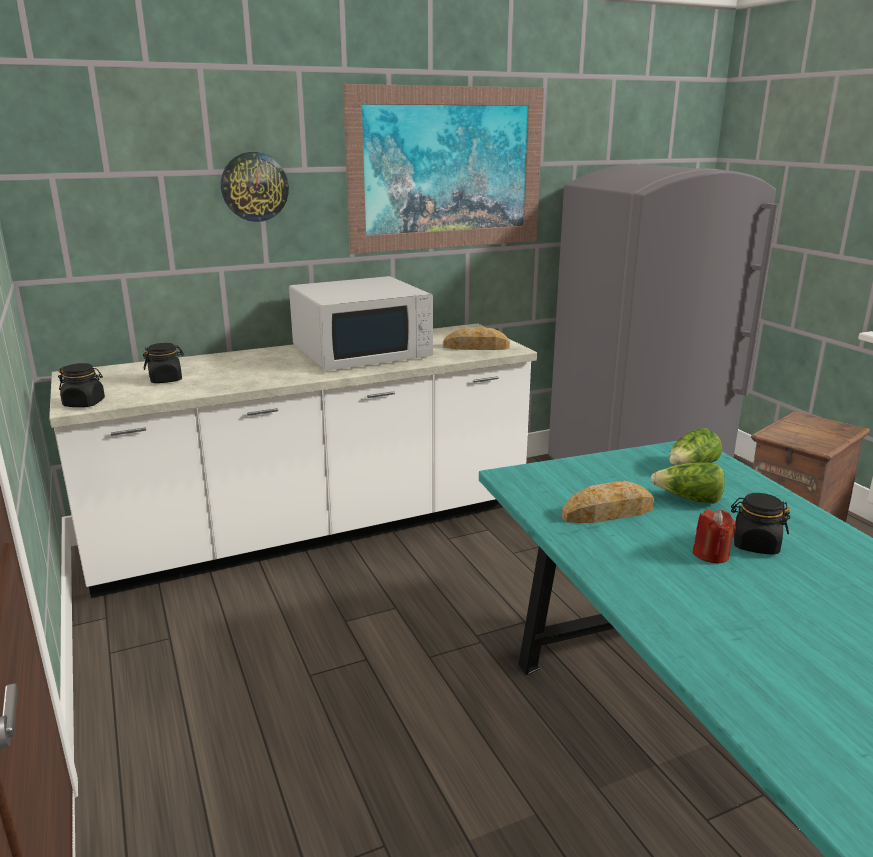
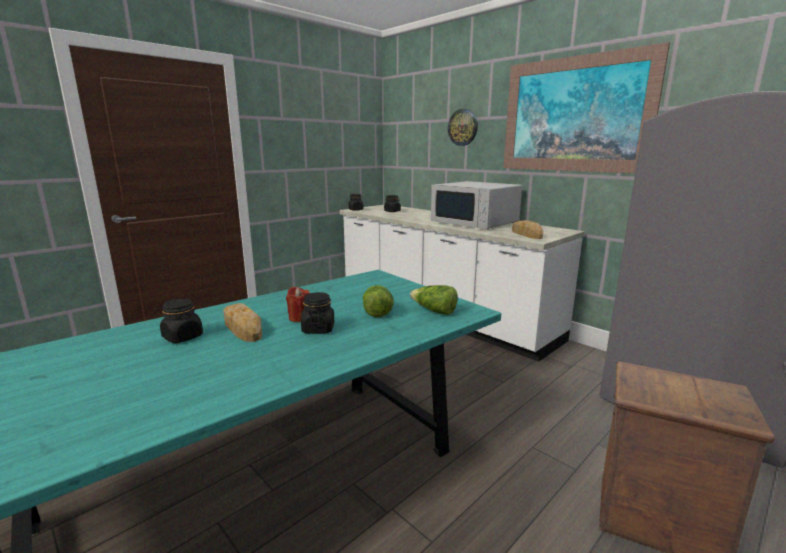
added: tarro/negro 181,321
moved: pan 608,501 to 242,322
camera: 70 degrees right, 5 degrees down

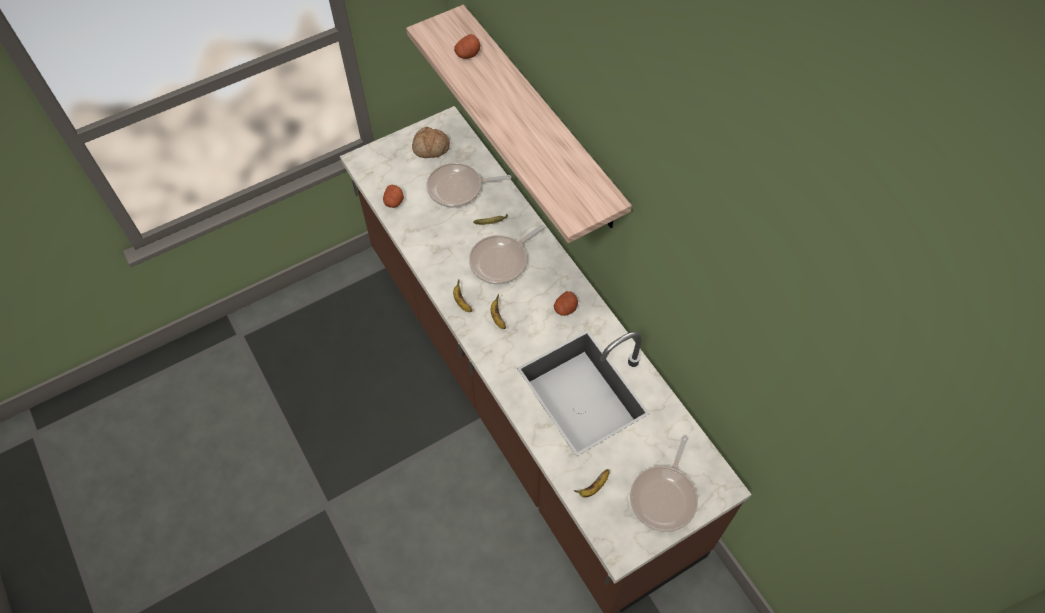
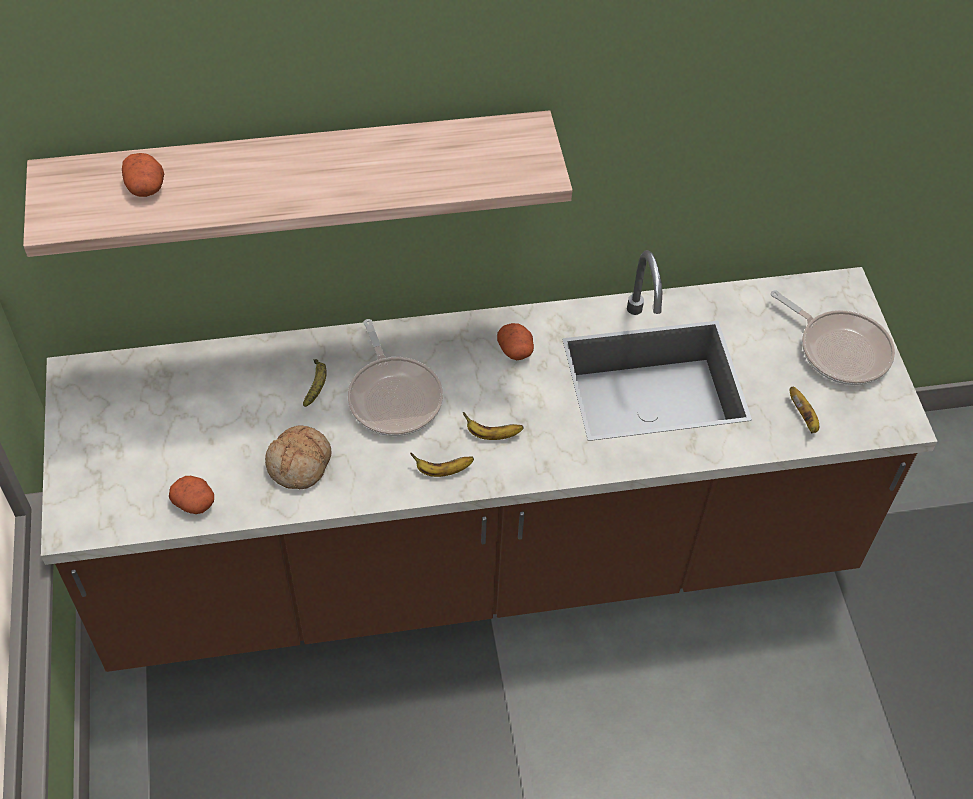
removed: sartén 469,185
moved: pan 431,142 to 298,457
camera: 70 degrees left, 5 degrees down

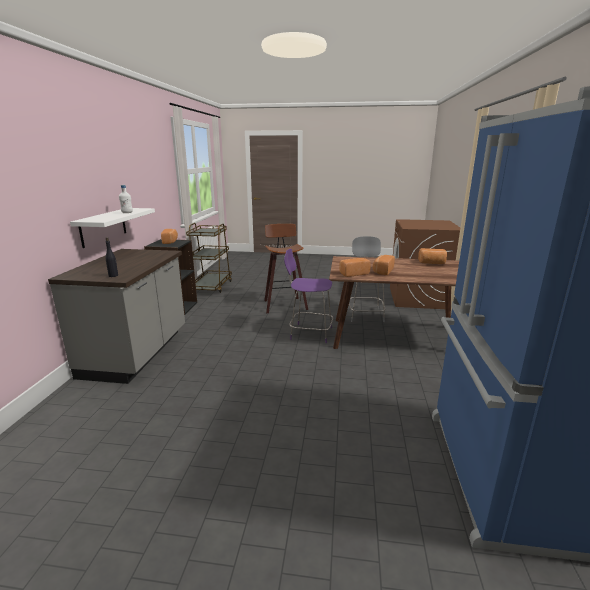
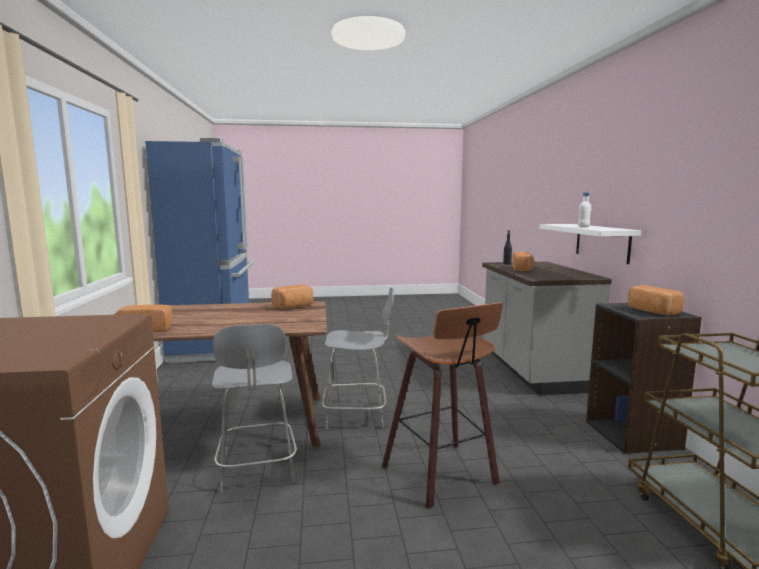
moved: pan 384,265 to 523,261
recoloured: silla/morado 309,296 to silla/gris 358,358
camera: 165 degrees right, 10 degrees down

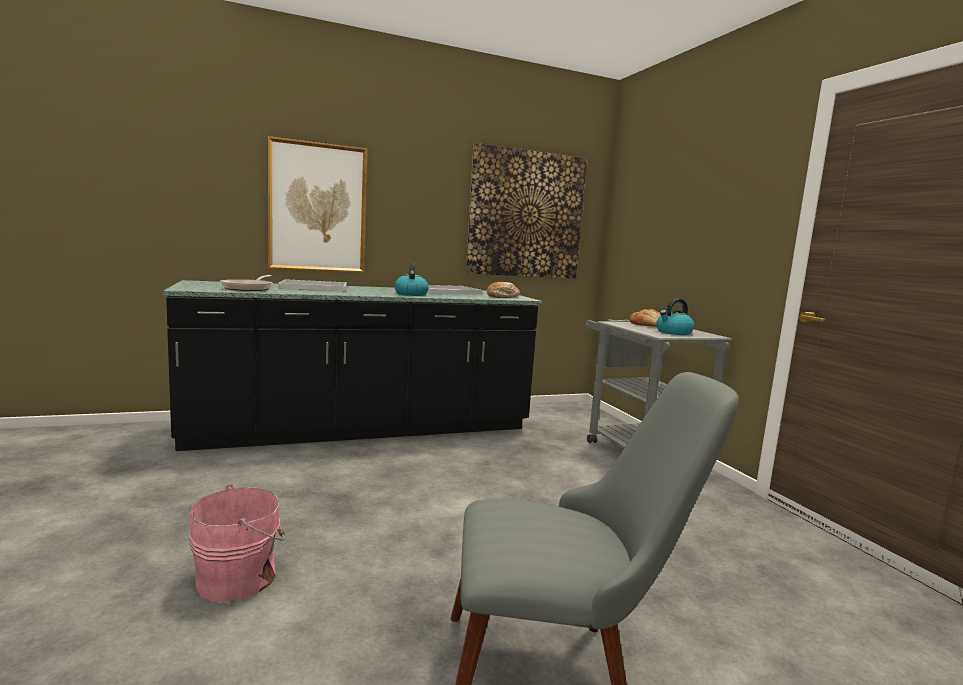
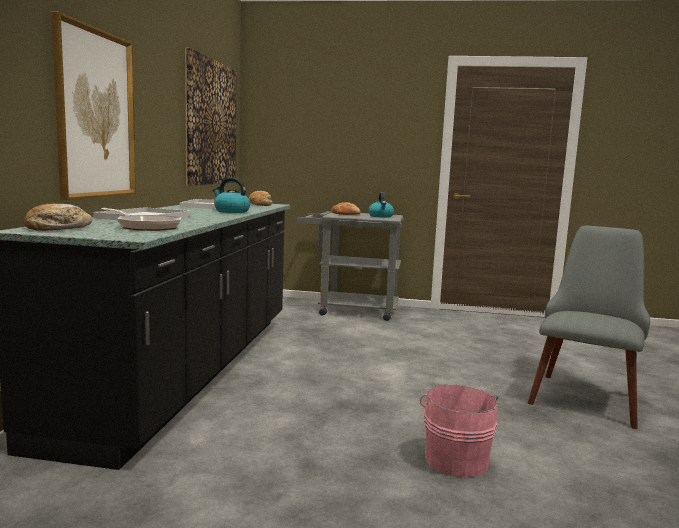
added: pan 58,217
camera: 60 degrees left, 0 degrees up

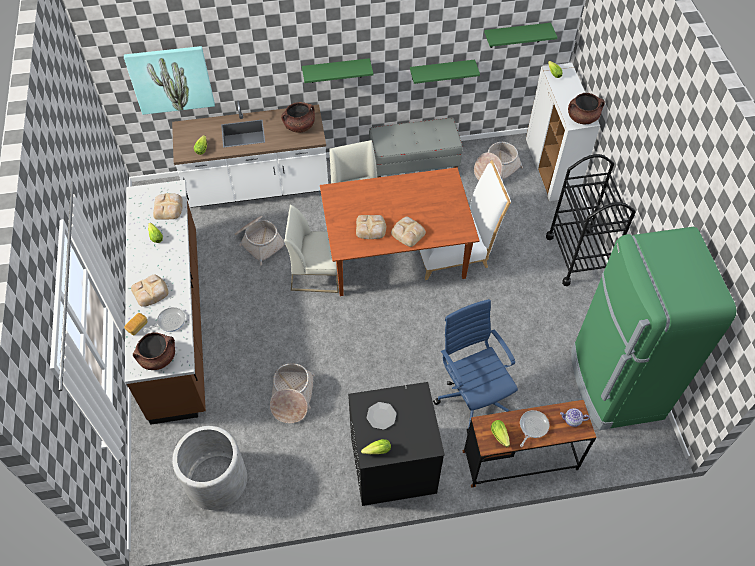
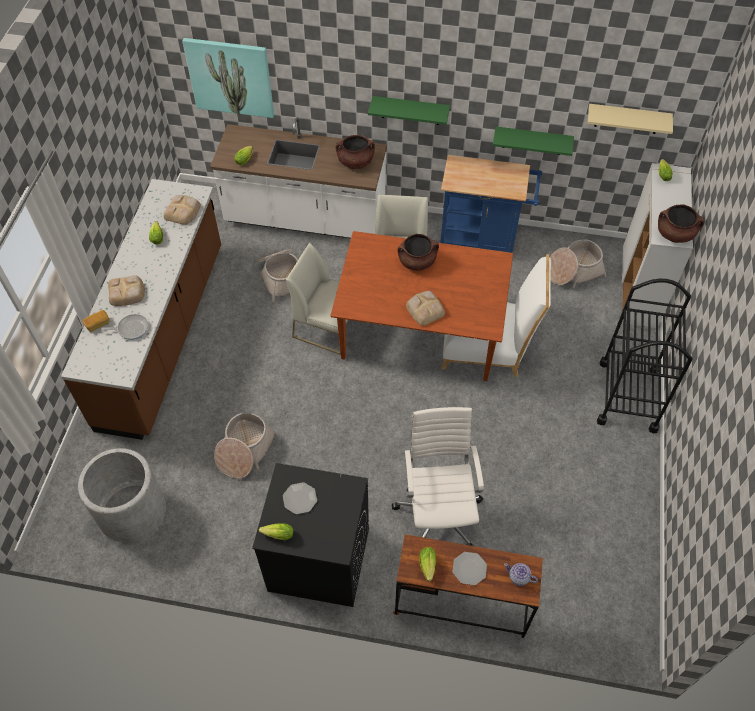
removed: pan 371,227; nevera/verde 654,328
moved: olla/marrón 154,351 to 418,252
replaced: banco/gris 416,148 to carrito/azul 491,204; sartén 534,428 to plato 470,568
recoloured: estante/verde 520,35 to estante/beis 630,119; silla de oficina/azul 475,367 to silla de oficina/blanco 438,476
camera: 20 degrees right, 0 degrees up

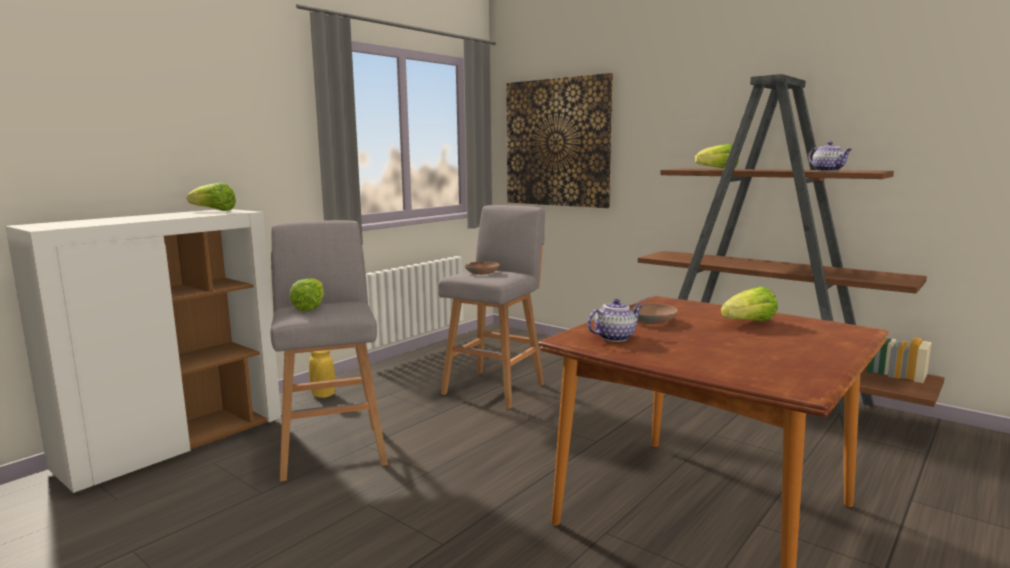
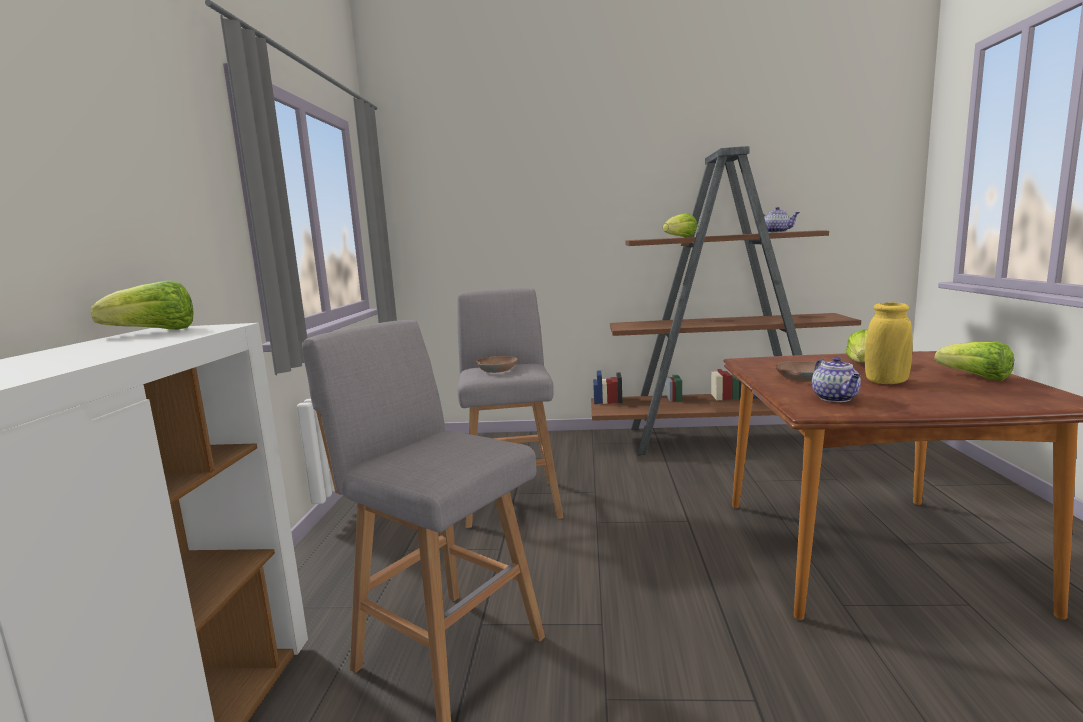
removed: cuadro 559,140
moved: lechuga 306,294 to 974,361; florero/amarillo 322,374 to 889,343
turned: tetera 614,320 = 836,379 150 degrees clockwise
camera: 35 degrees left, 0 degrees up

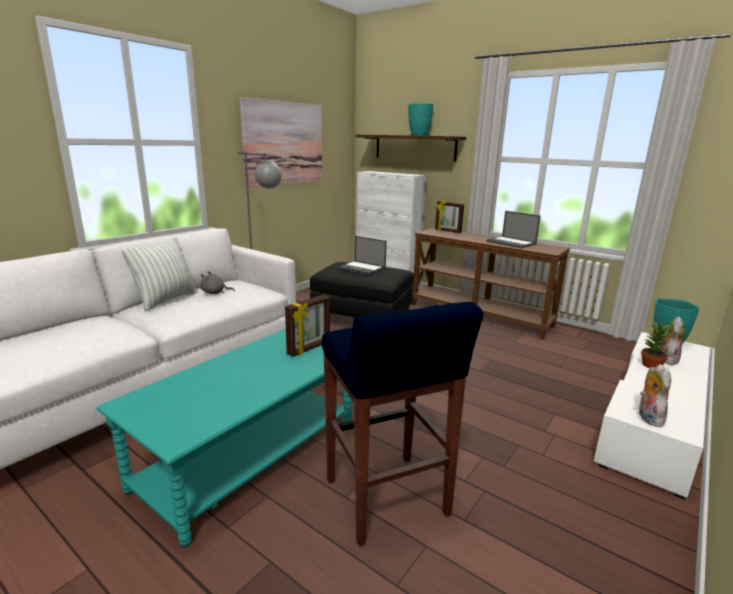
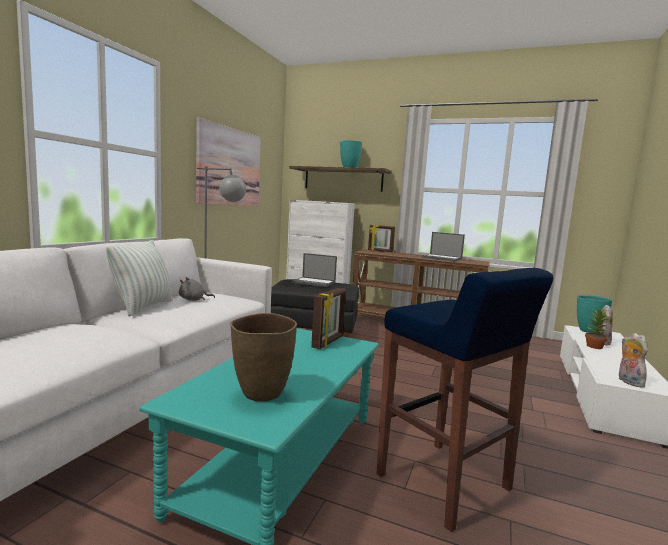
added: florero/marrón 263,357
camera: 15 degrees left, 10 degrees down

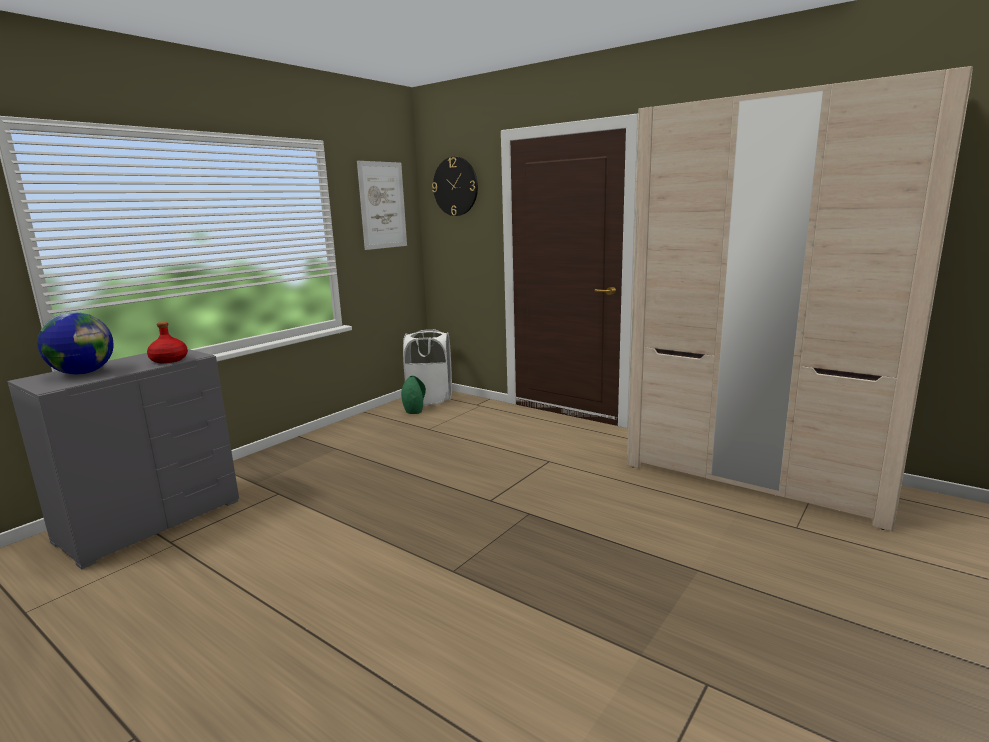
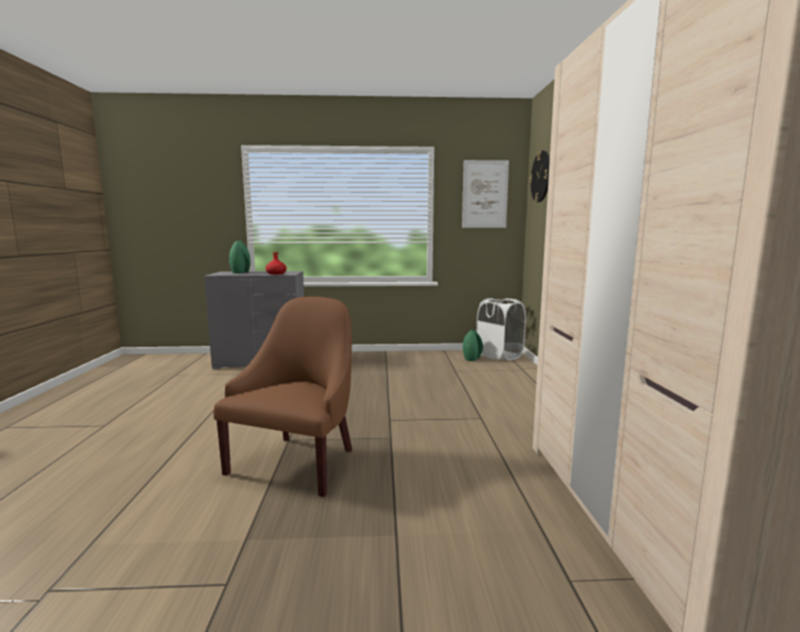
added: sillón/marrón 282,396
replaced: globo terráqueo 75,343 to florero/verde 239,257
camera: 50 degrees right, 5 degrees down

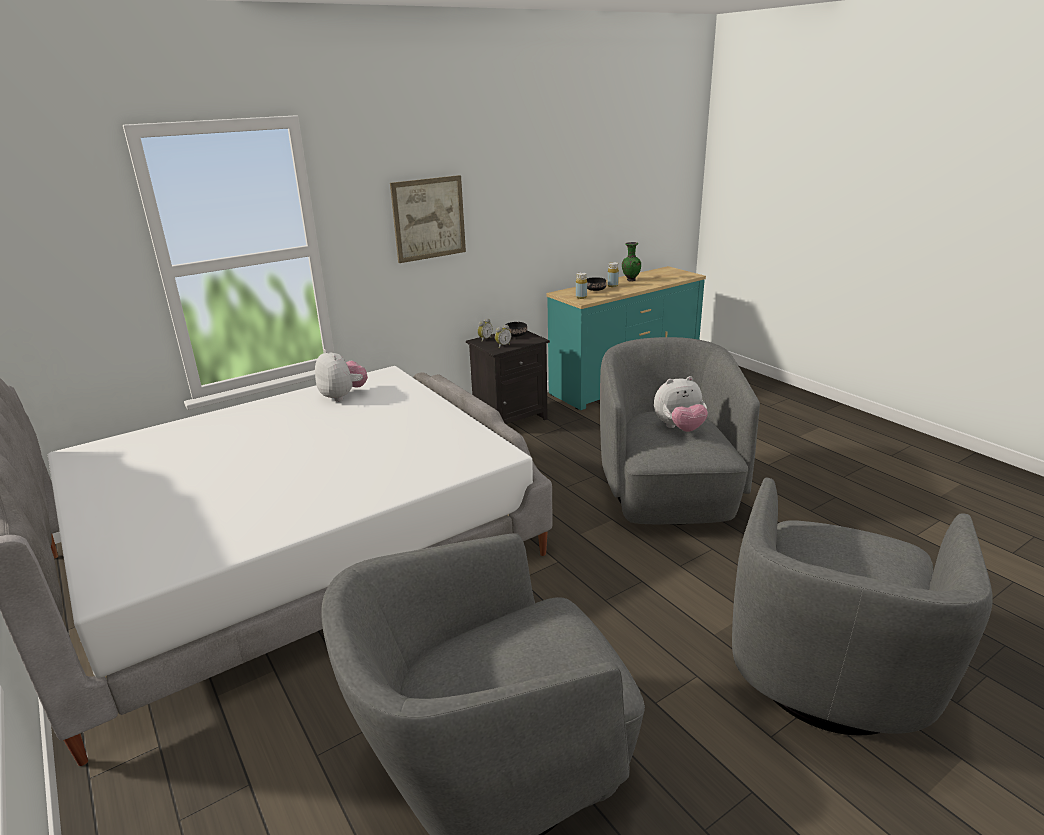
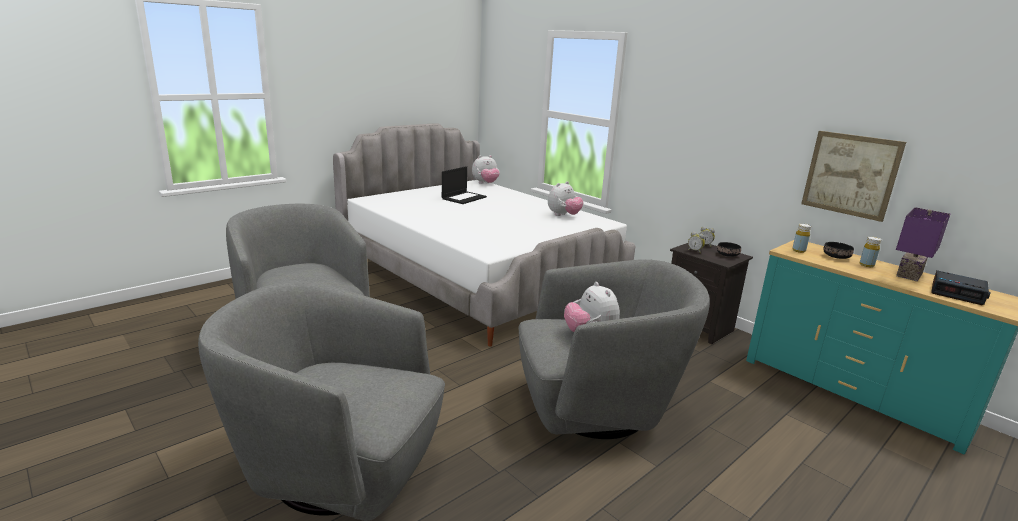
added: peluche 486,169; portátil 464,185; despertador 961,287
moved: cuadro 428,219 to 853,176
replaced: florero/verde 631,262 to lámpara de mesa/morado 923,244
camera: 80 degrees right, 5 degrees down

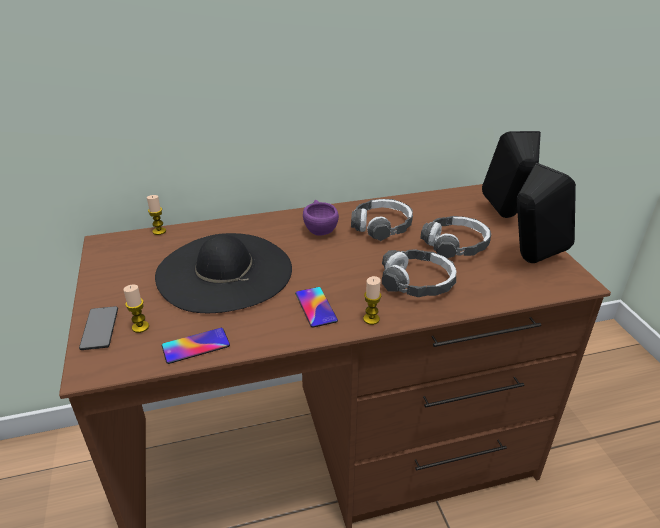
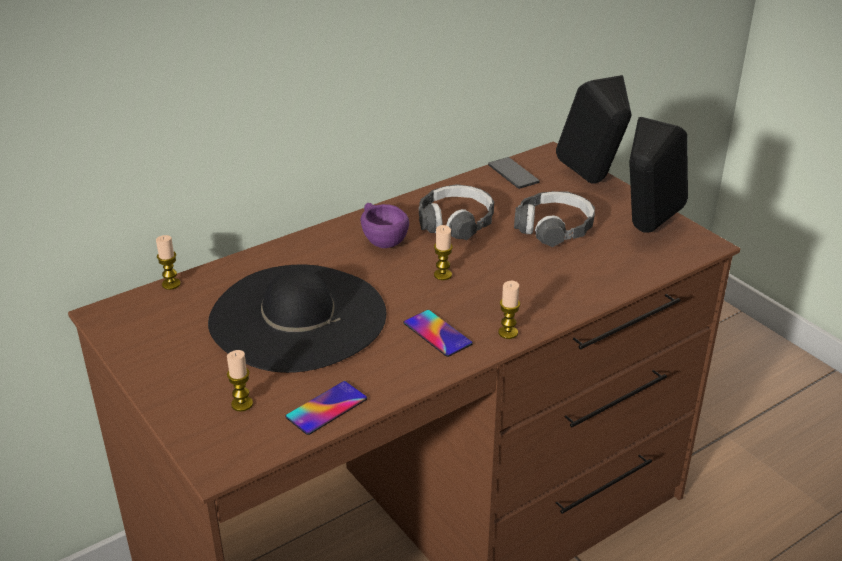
removed: auriculares 419,273
added: vela 443,252
moved: móvil 98,328 to 514,173
camera: 20 degrees left, 0 degrees up

